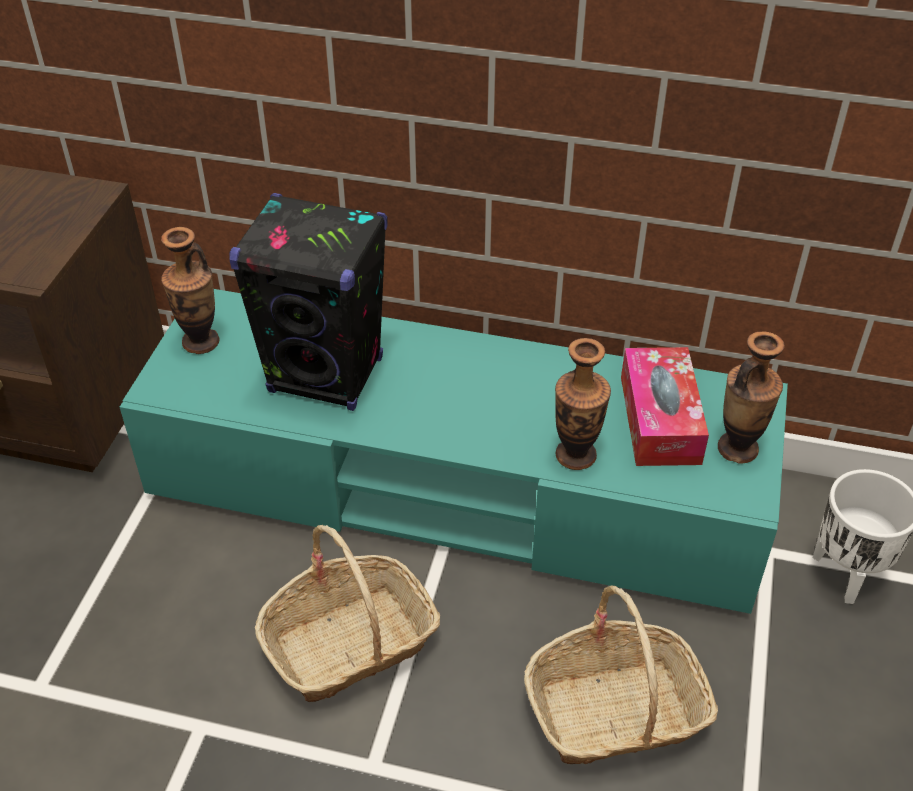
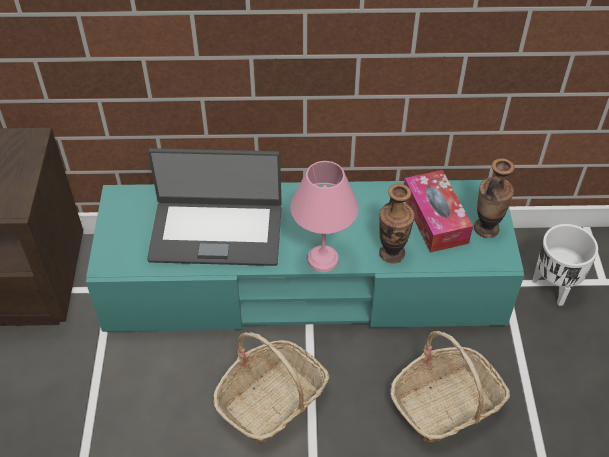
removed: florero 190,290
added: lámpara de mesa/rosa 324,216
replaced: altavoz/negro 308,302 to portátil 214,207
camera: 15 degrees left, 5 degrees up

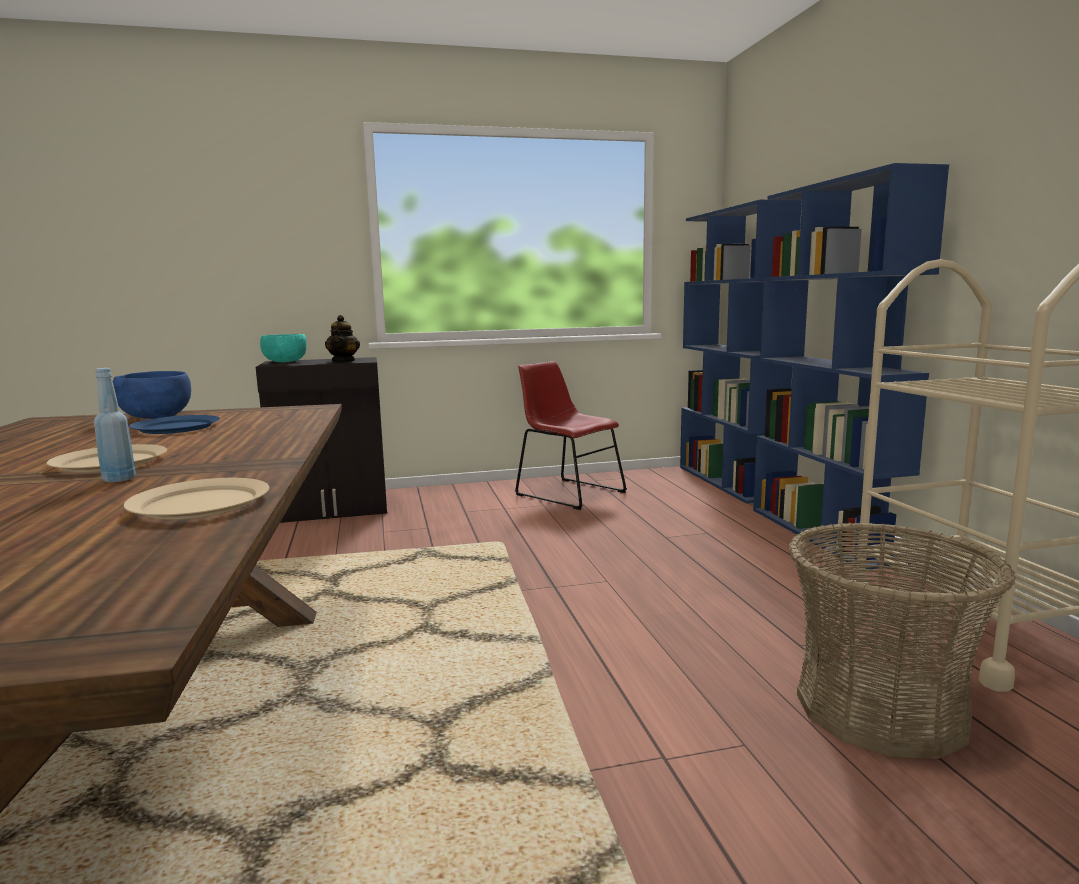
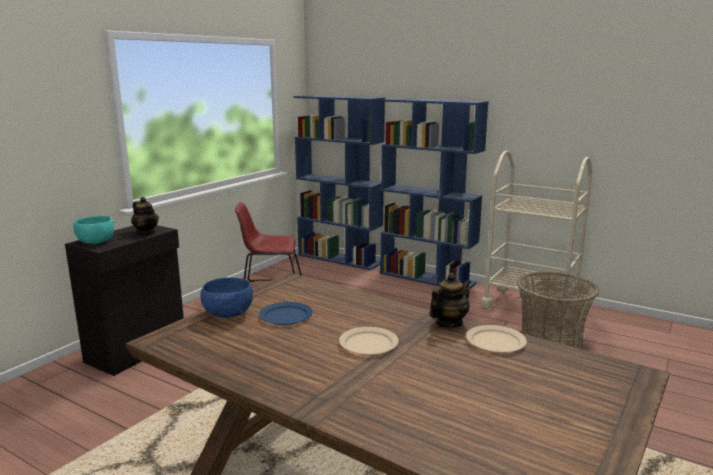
removed: botella/azul 115,425
added: tetera 450,300
camera: 45 degrees left, 5 degrees up

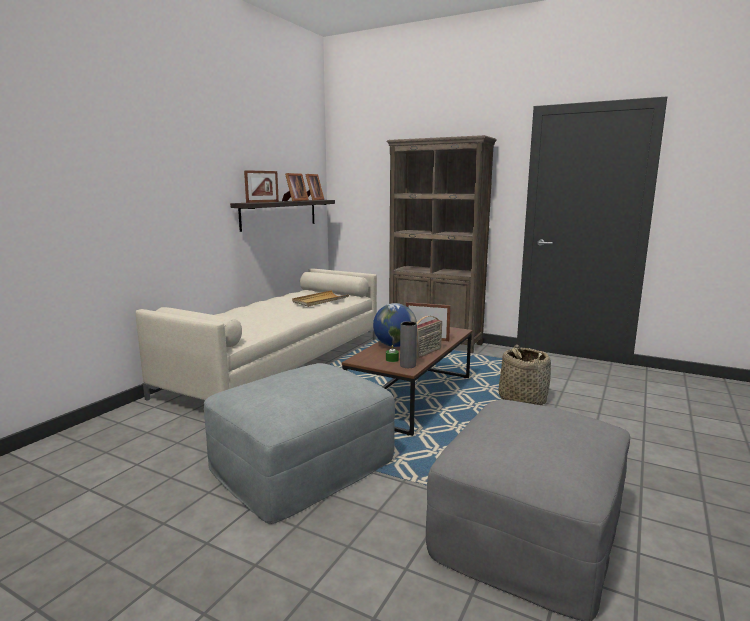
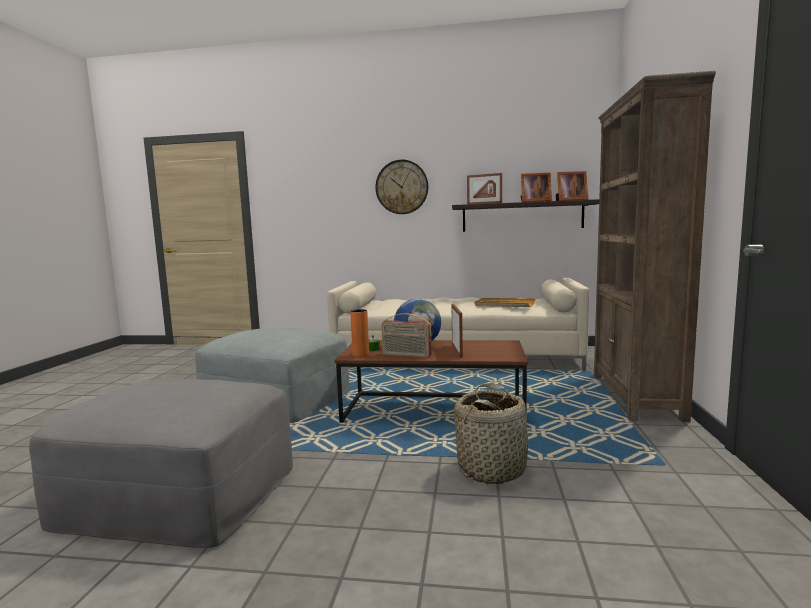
added: reloj de pared 401,187
recoloured: florero/gris 408,344 to florero/naranja 359,333
camera: 70 degrees right, 5 degrees down

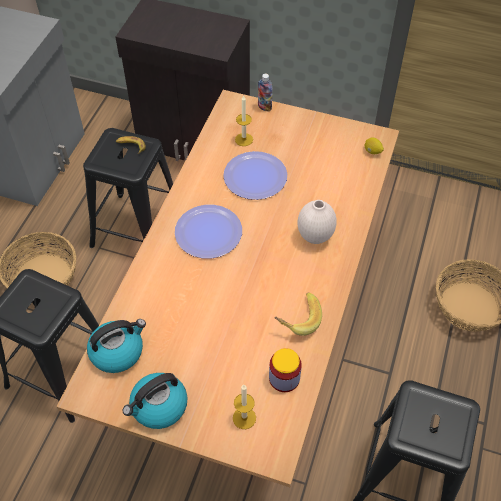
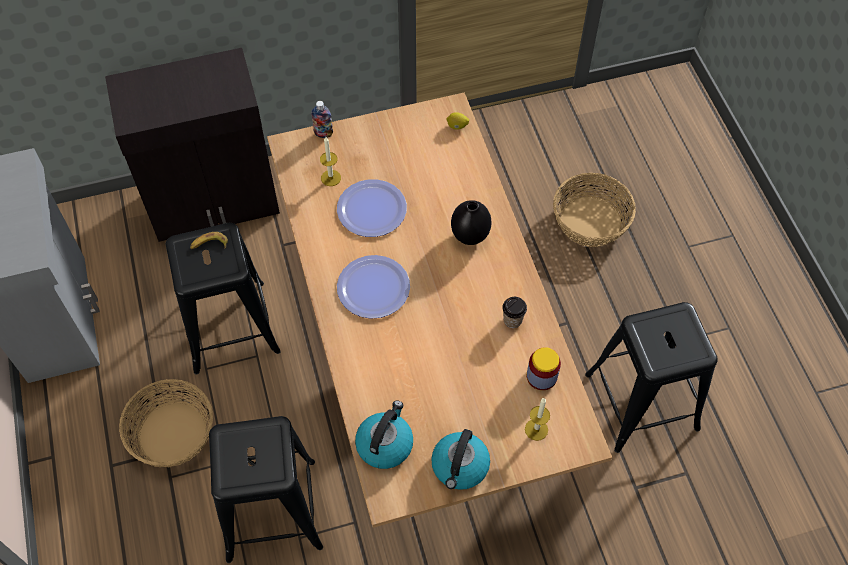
replaced: plátano 298,314 to taza 514,312
recoloured: florero/blanco 317,222 to florero/negro 471,222
camera: 35 degrees left, 5 degrees up

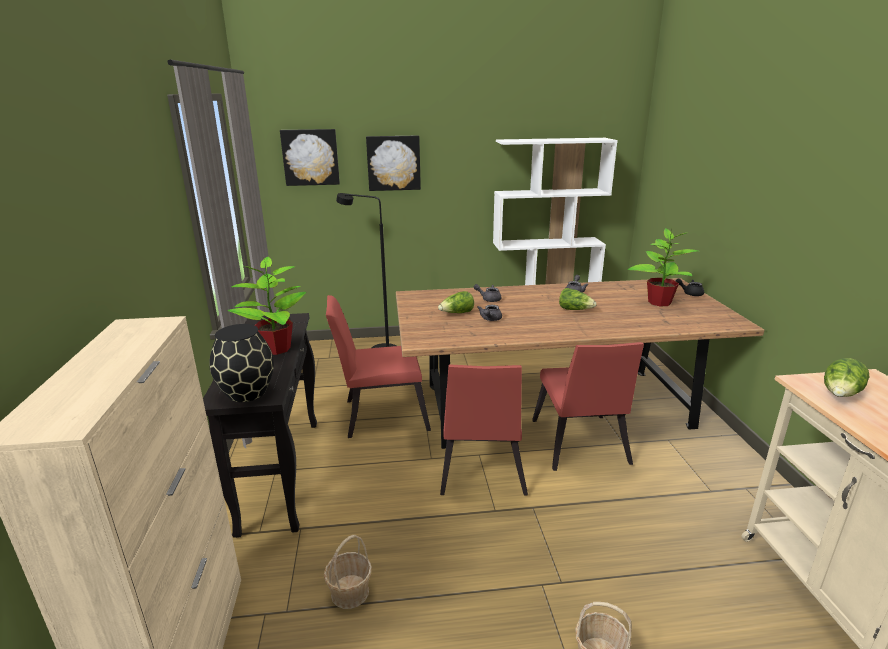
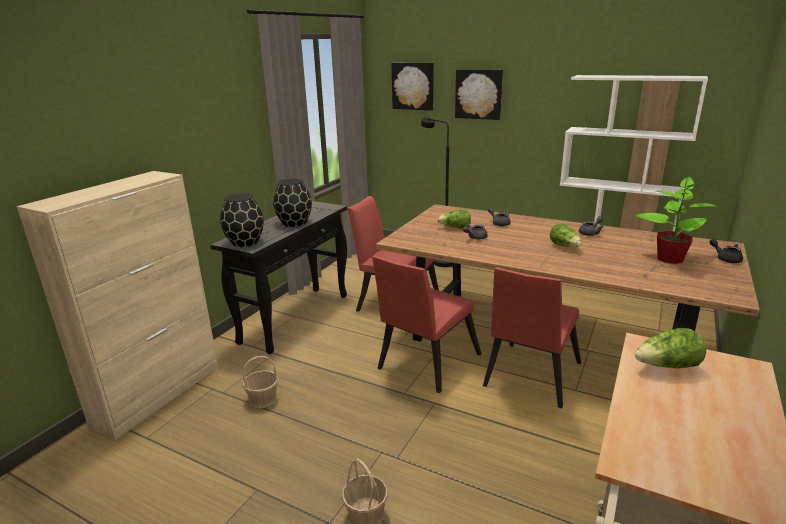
replaced: planta en maceta 267,305 to florero/negro 292,203
camera: 35 degrees right, 0 degrees up

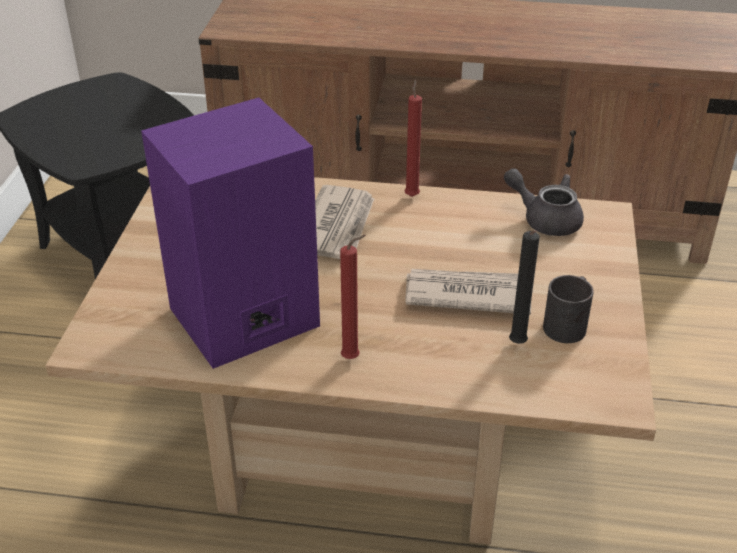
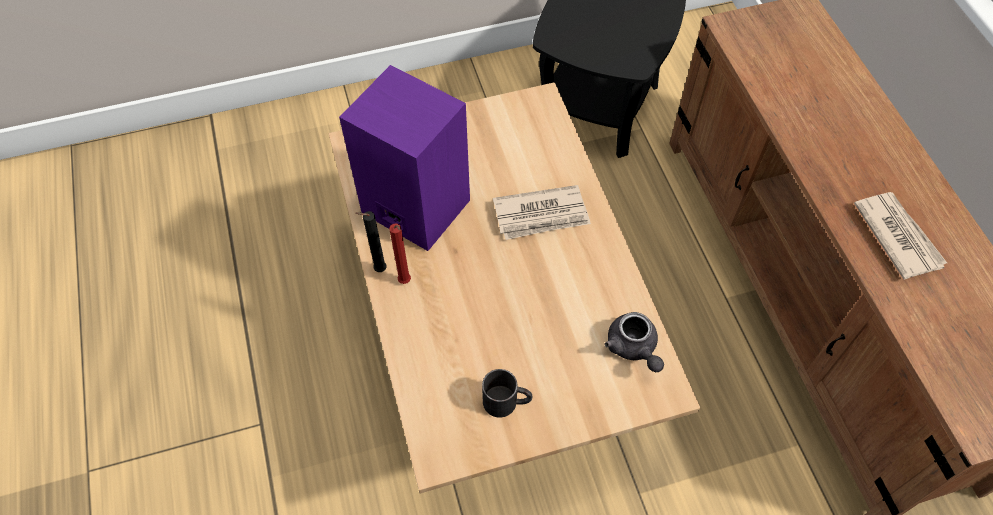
removed: vela/rojo 413,138
moved: vela/negro 524,287 to 371,241; periódico 468,292 to 900,236
turned: tetera/gris 544,202 = 634,342 150 degrees clockwise
camera: 65 degrees right, 20 degrees up

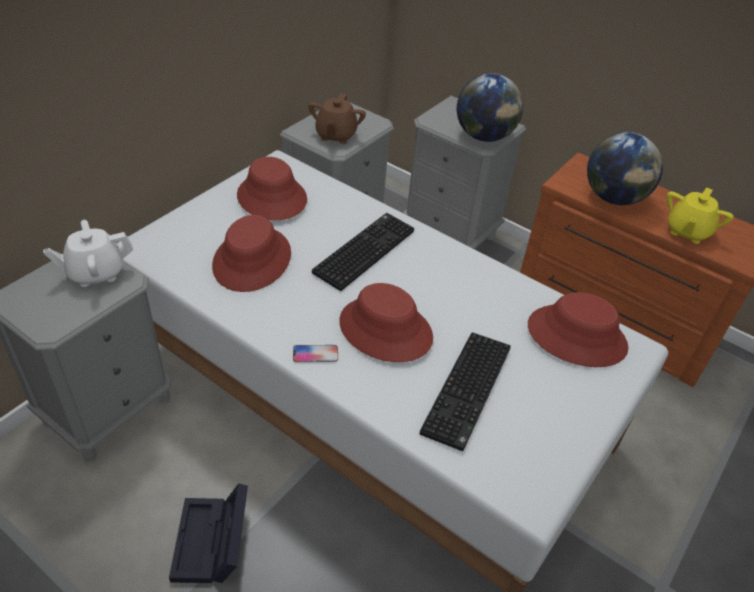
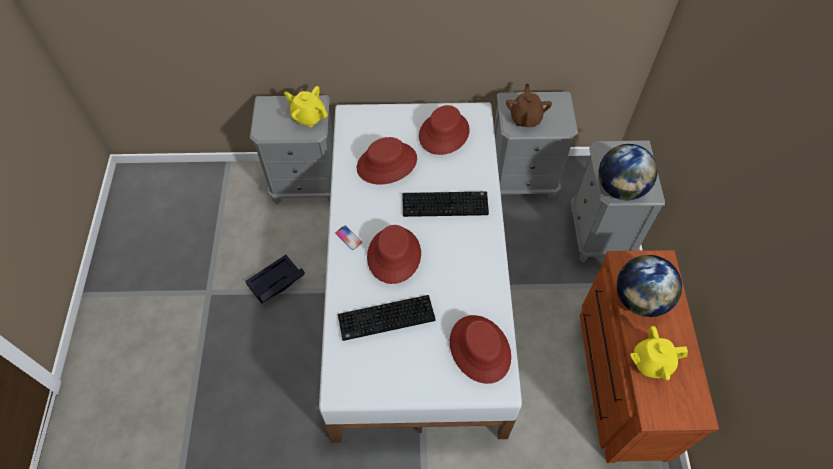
recoloured: tetera/blanco 88,253 to tetera/amarillo 306,106
turned: tetera/marrón 337,118 = 529,105 120 degrees clockwise
camera: 55 degrees right, 15 degrees up

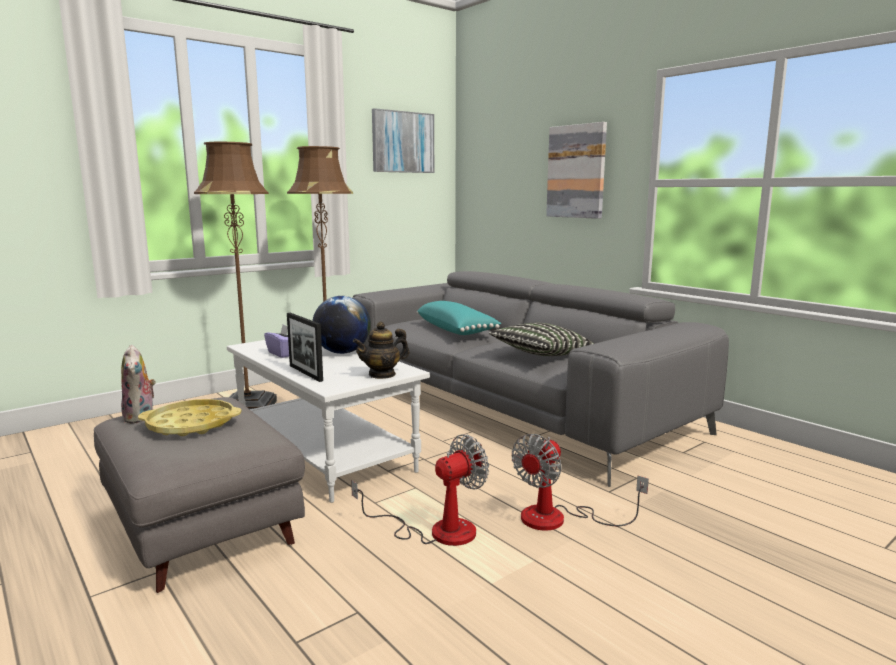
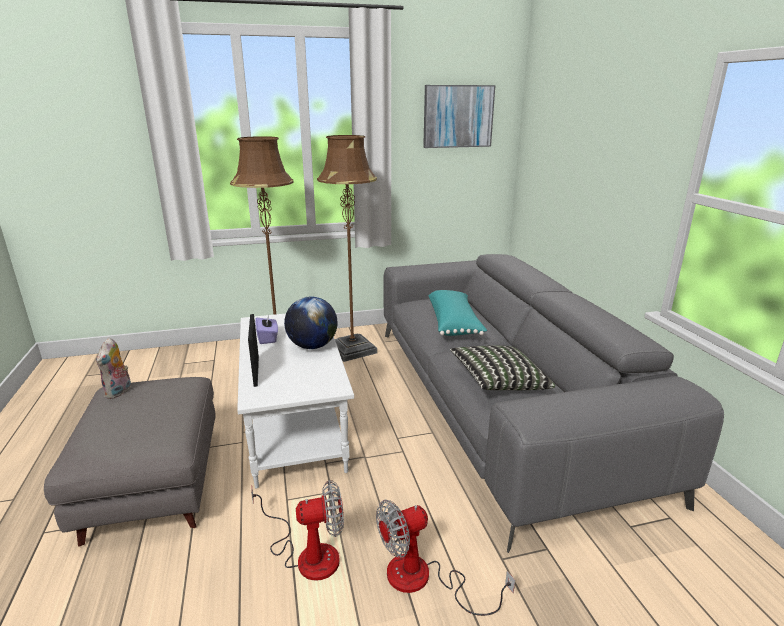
removed: cuadro 576,170; tetera 381,350; bandeja/amarillo 189,417
camera: 25 degrees right, 10 degrees up

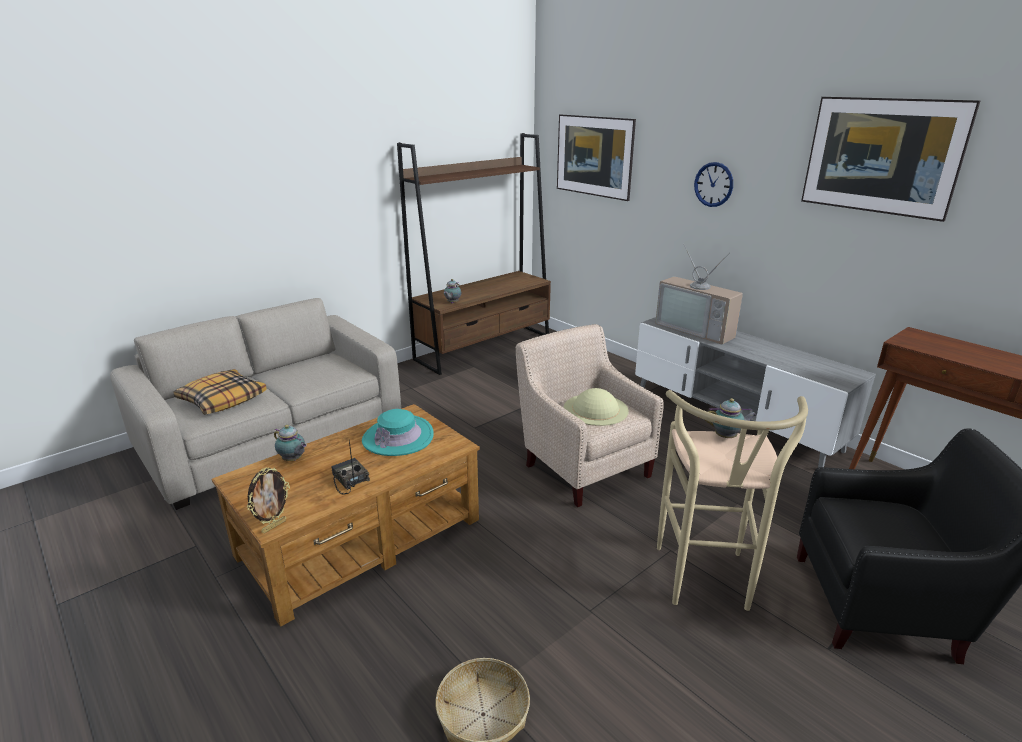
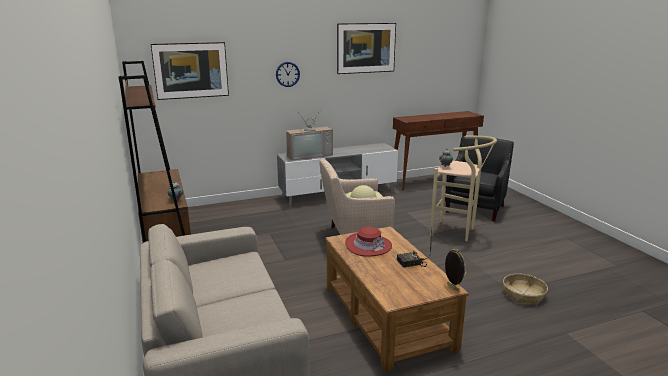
removed: cojín 219,392; tetera 290,443
recoloured: sombrero/turquesa 398,432 to sombrero/rojo 368,242
camera: 70 degrees left, 5 degrees down

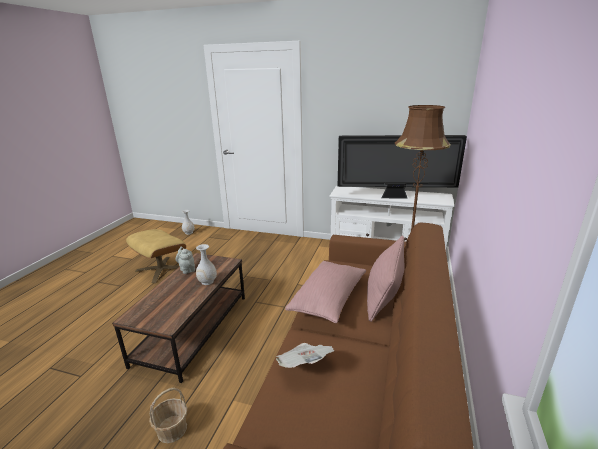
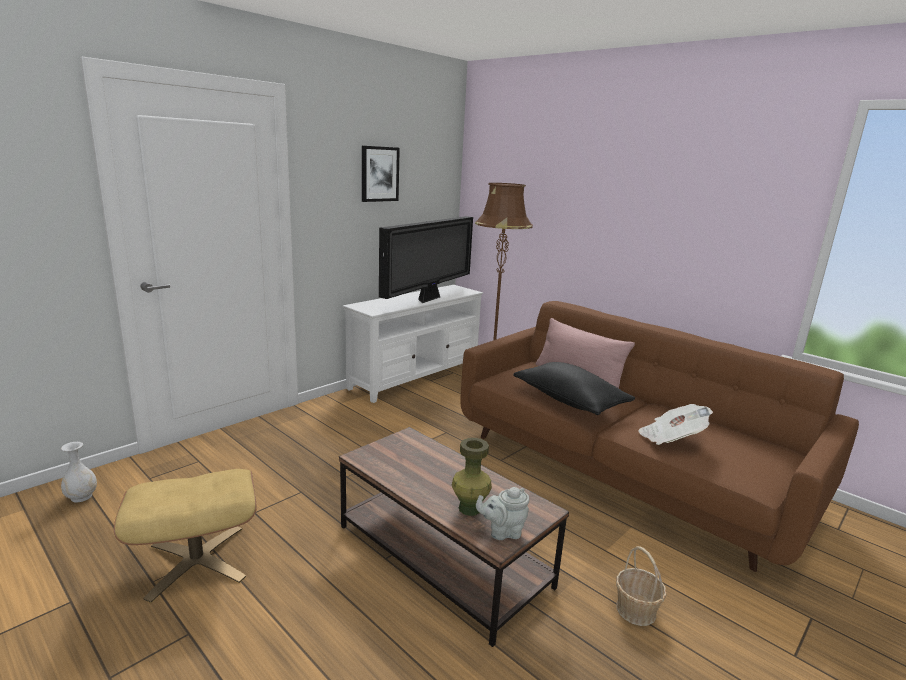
removed: florero/blanco 206,264
added: cuadro 381,174; florero/verde 472,477
moved: tetera/gris 185,260 to 502,513
recoloured: cojín/rosa 325,292 to cojín/negro 574,388
camera: 65 degrees left, 5 degrees down

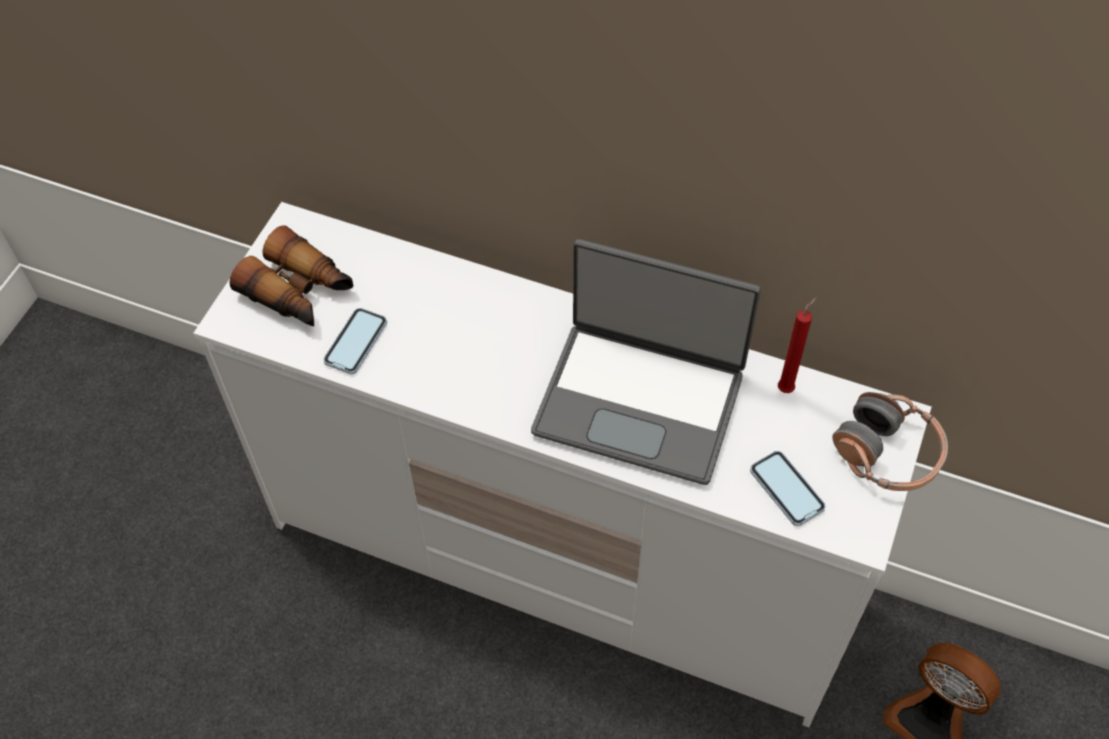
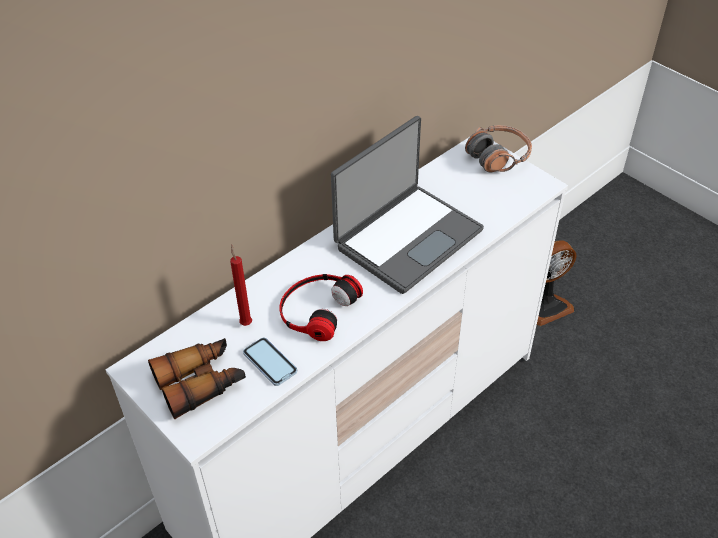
removed: móvil 788,488
added: auriculares 321,307
moved: vela/rojo 797,345 to 241,285
camera: 65 degrees left, 10 degrees down

